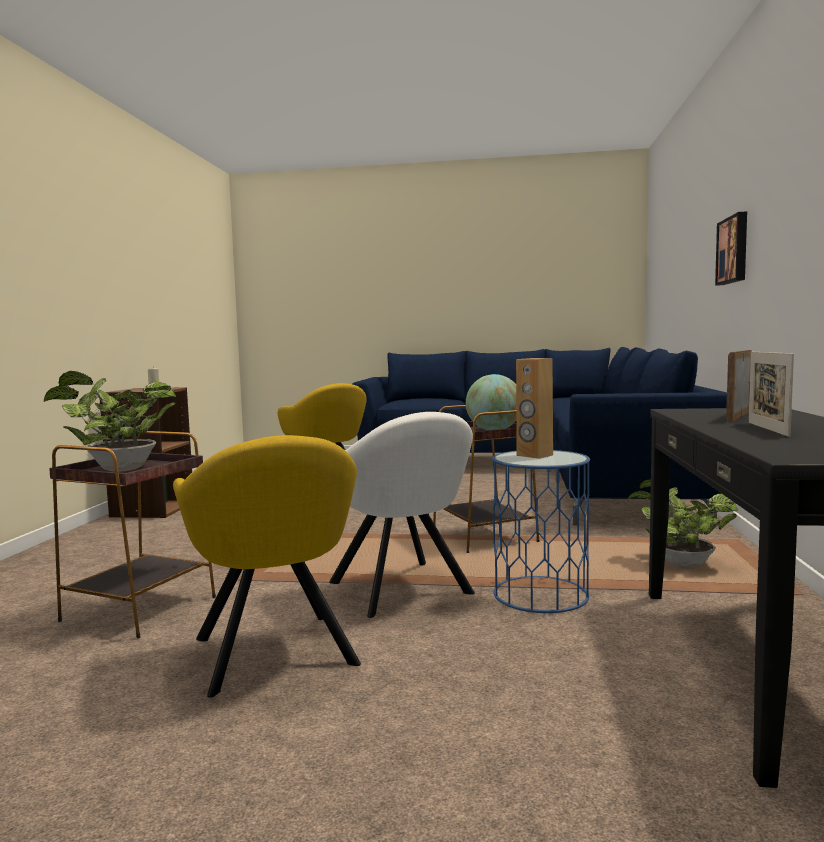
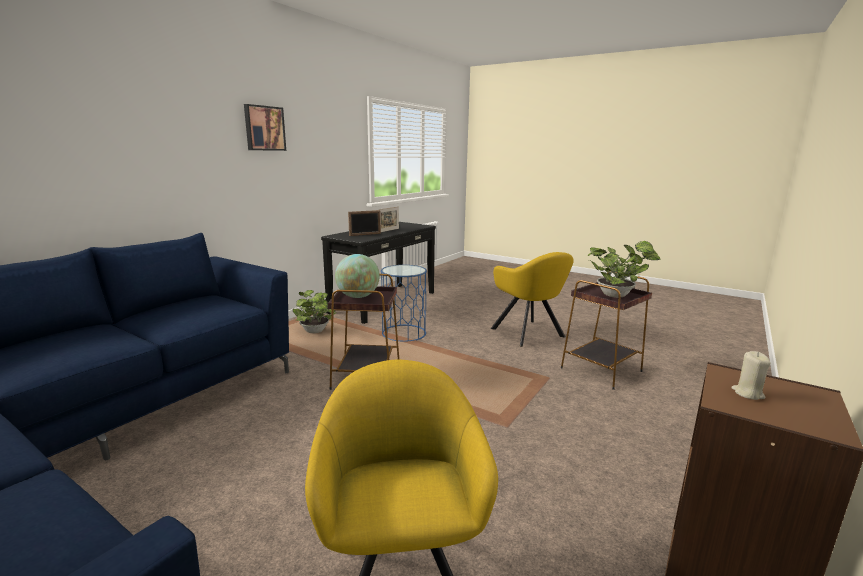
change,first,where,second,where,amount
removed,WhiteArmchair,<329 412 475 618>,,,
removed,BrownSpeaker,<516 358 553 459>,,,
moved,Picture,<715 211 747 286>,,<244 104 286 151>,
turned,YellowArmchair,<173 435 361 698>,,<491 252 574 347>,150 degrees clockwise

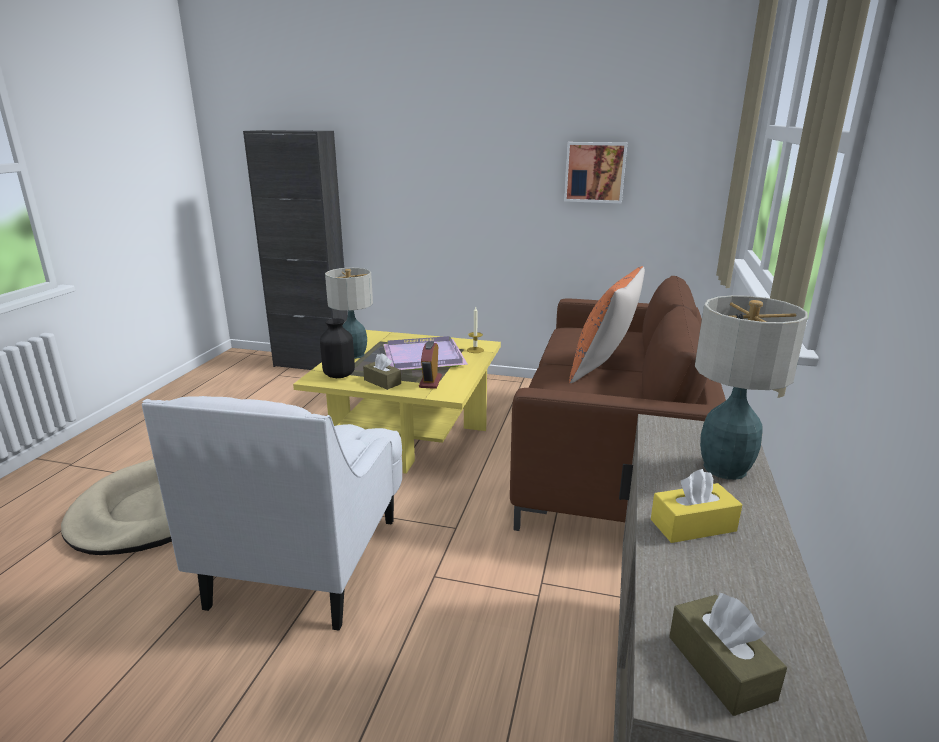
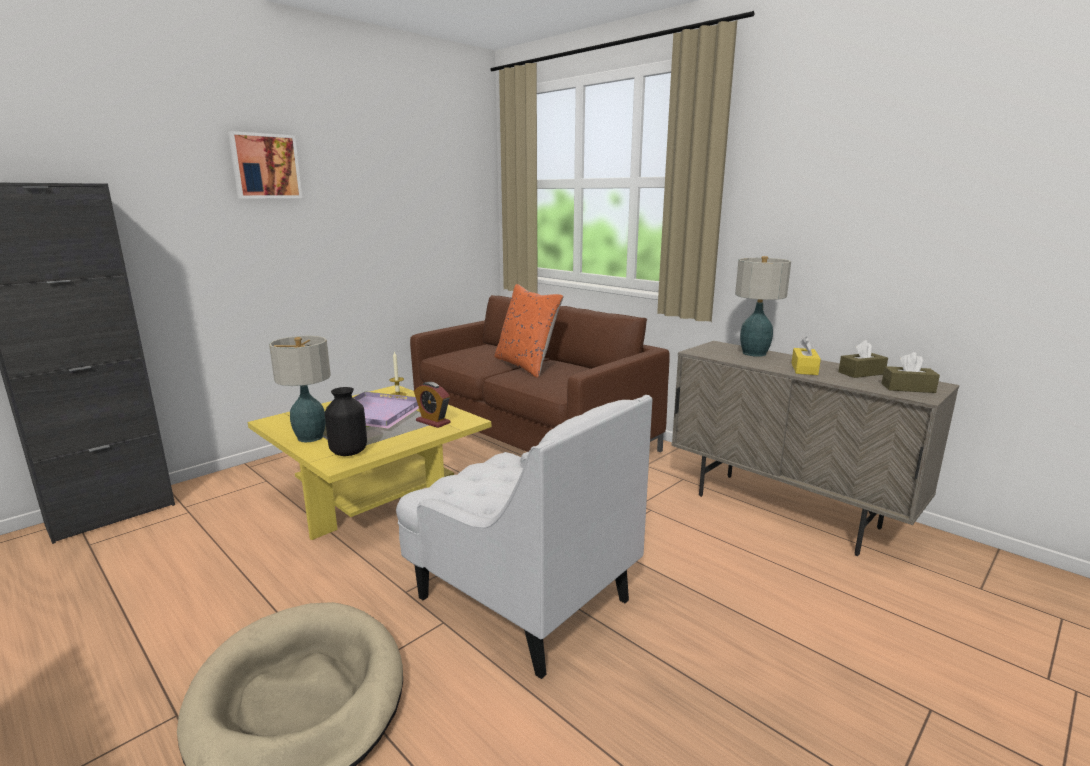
change,first,where,second,where,amount
moved,BrownTissueBox,<363 353 401 390>,,<839 340 888 378>,
moved,Picture,<564 142 627 203>,,<228 131 302 198>,

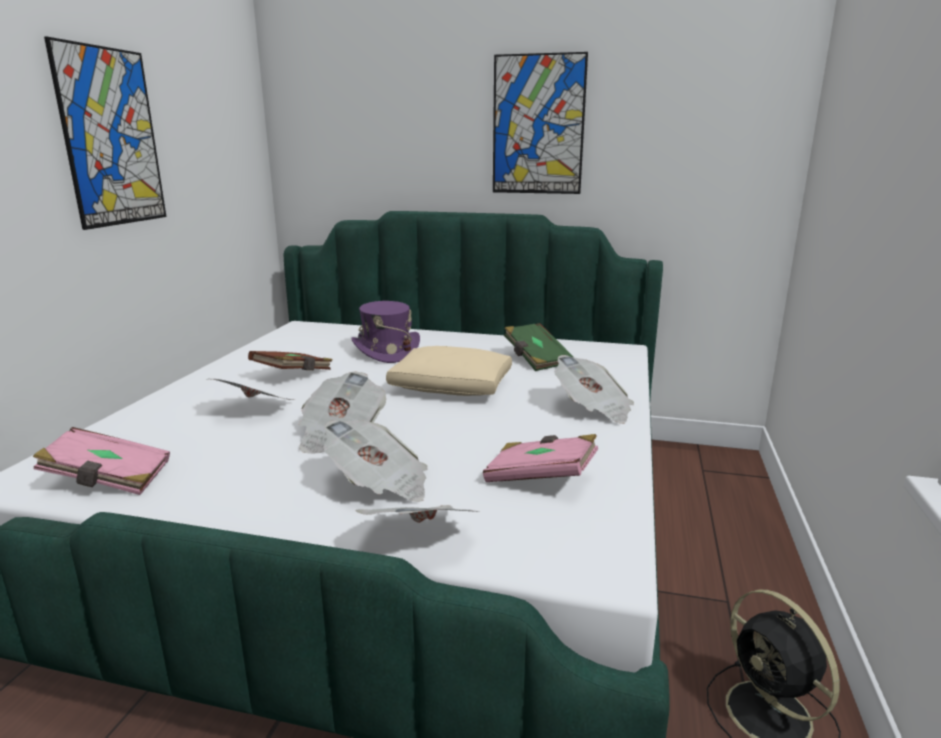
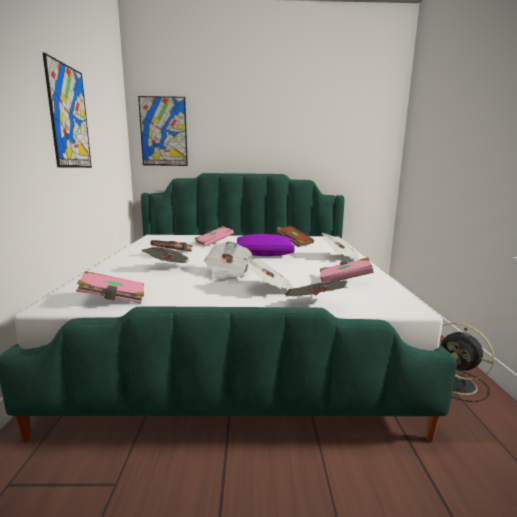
change,first,where,second,where,amount
moved,Picture,<493 52 588 194>,,<138 96 188 166>,
replaced,PurpleHat,<351 301 420 363>,PinkBook,<194 226 234 246>,
recoloured,BeigePillow,<386 346 512 396>,PurplePillow,<237 234 294 256>,
recoloured,GreenBook,<504 323 573 371>,BrownBook,<276 226 314 247>,

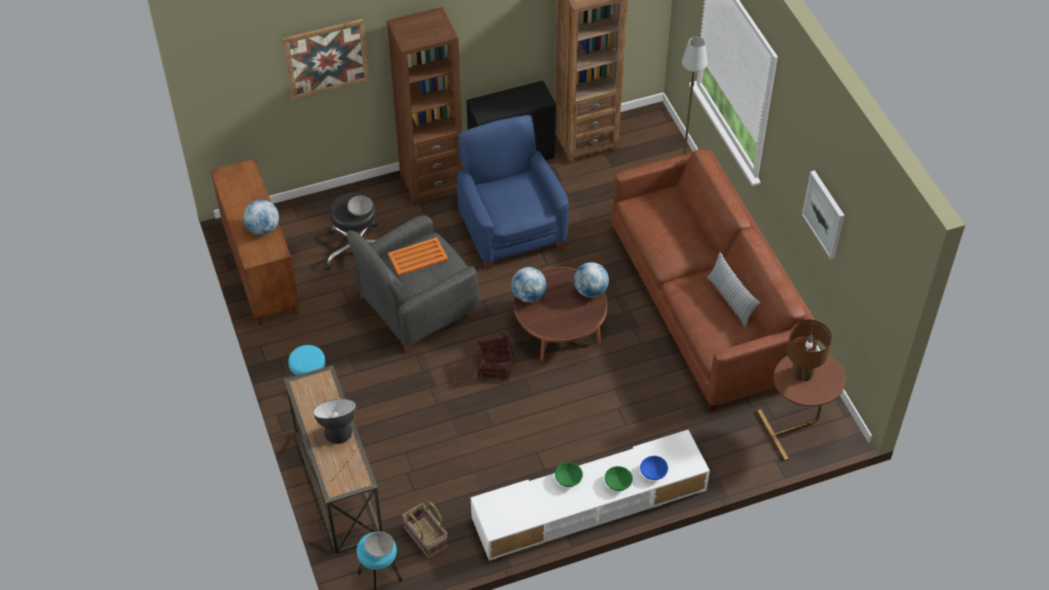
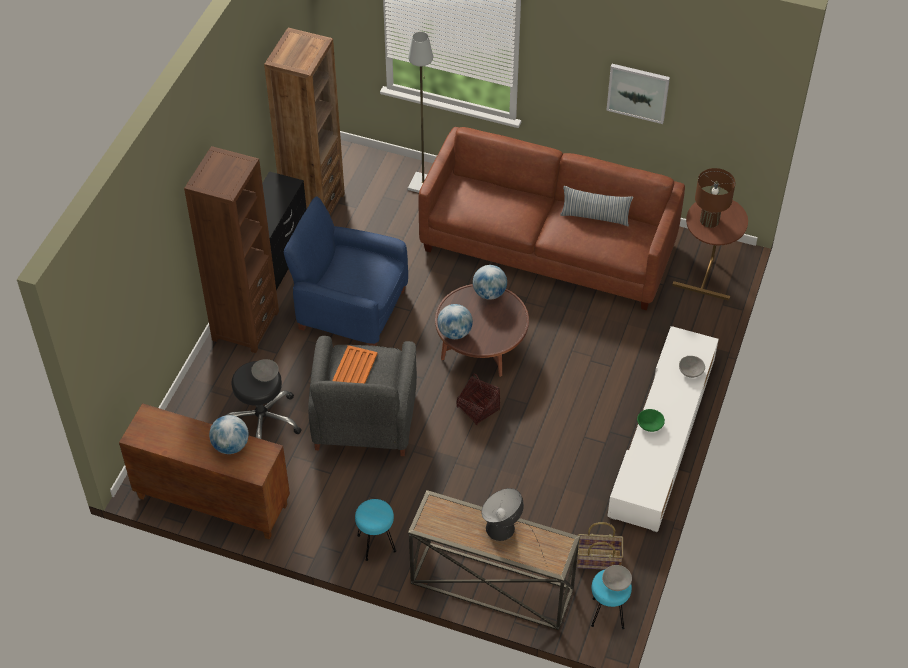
change,first,where,second,where,amount
removed,Picture,<283 19 370 100>,,,
removed,GreenBowl,<605 466 633 491>,,,
recoloured,BlueBowl,<640 456 668 480>,GreyBowl,<679 356 705 378>,

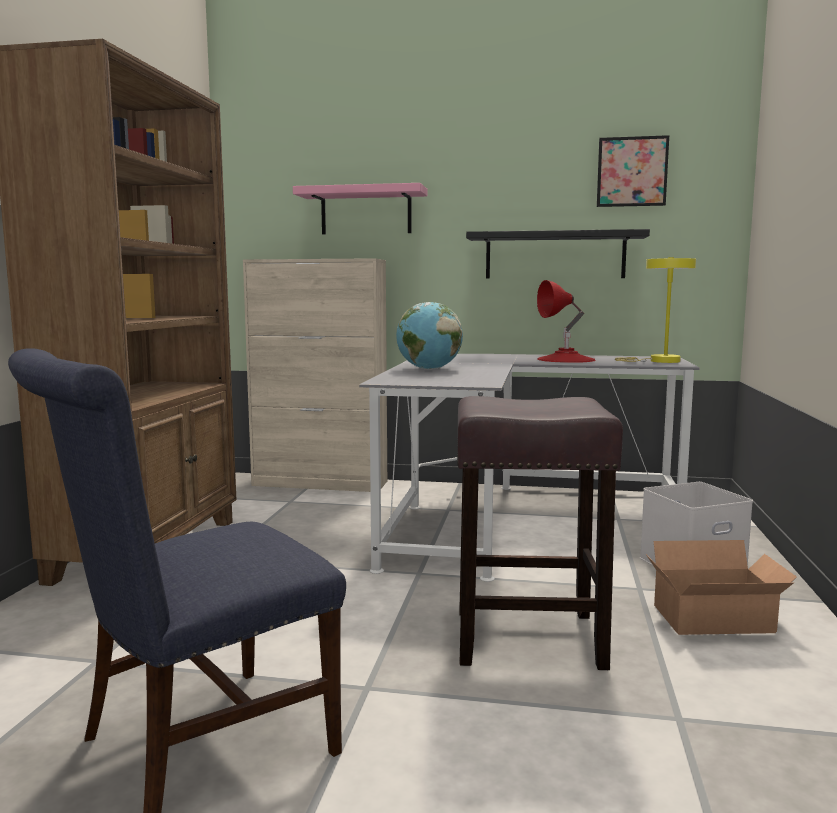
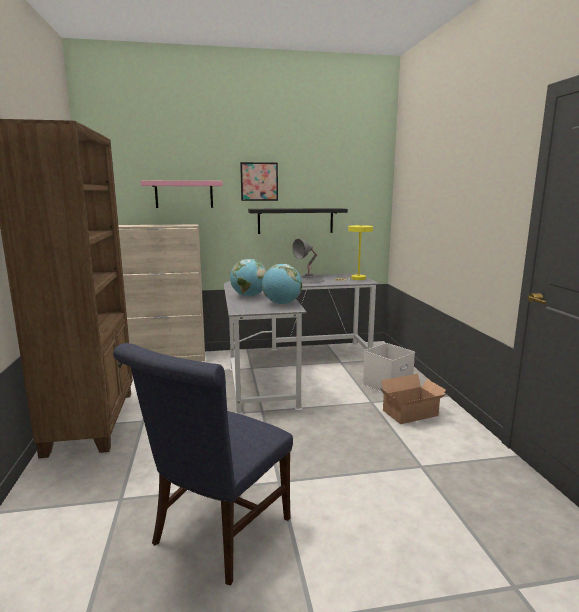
change,first,where,second,where,amount
removed,BrownStool,<457 396 623 670>,,,
added,,,Globe,<262 264 302 304>,
moved,Picture,<597 135 669 207>,,<240 162 278 201>,
recoloured,RedTableLamp,<537 280 596 363>,GreyTableLamp,<292 239 325 284>,

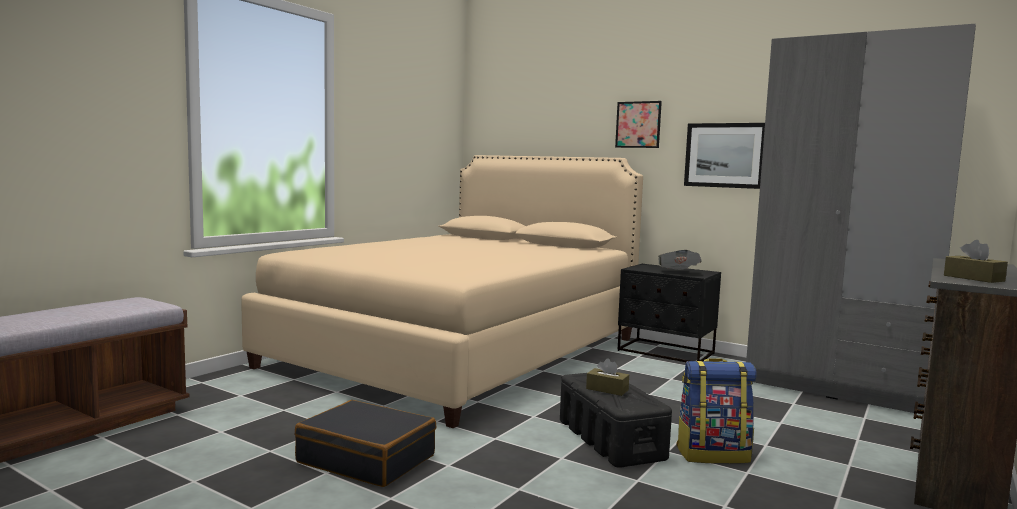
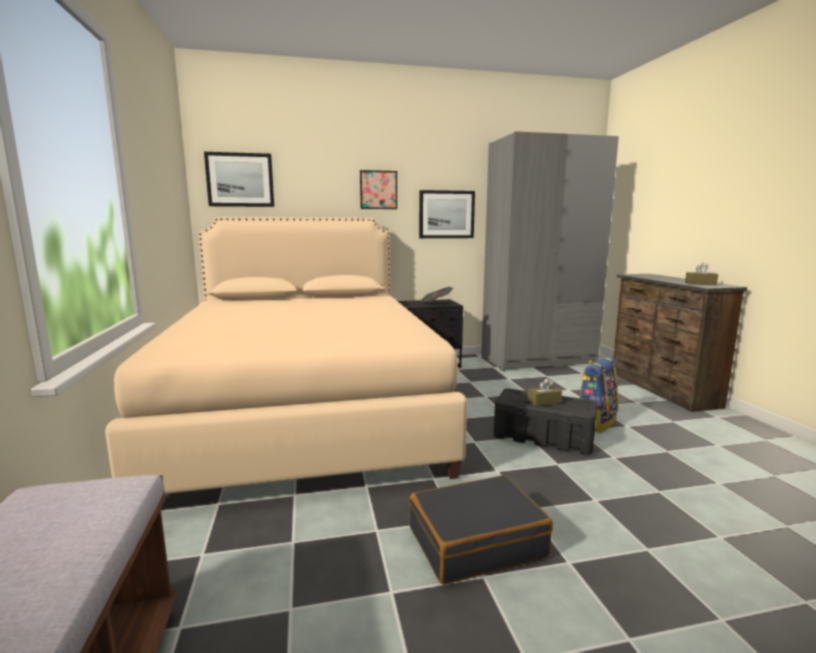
change,first,where,second,where,amount
added,,,Picture,<204 152 274 207>,

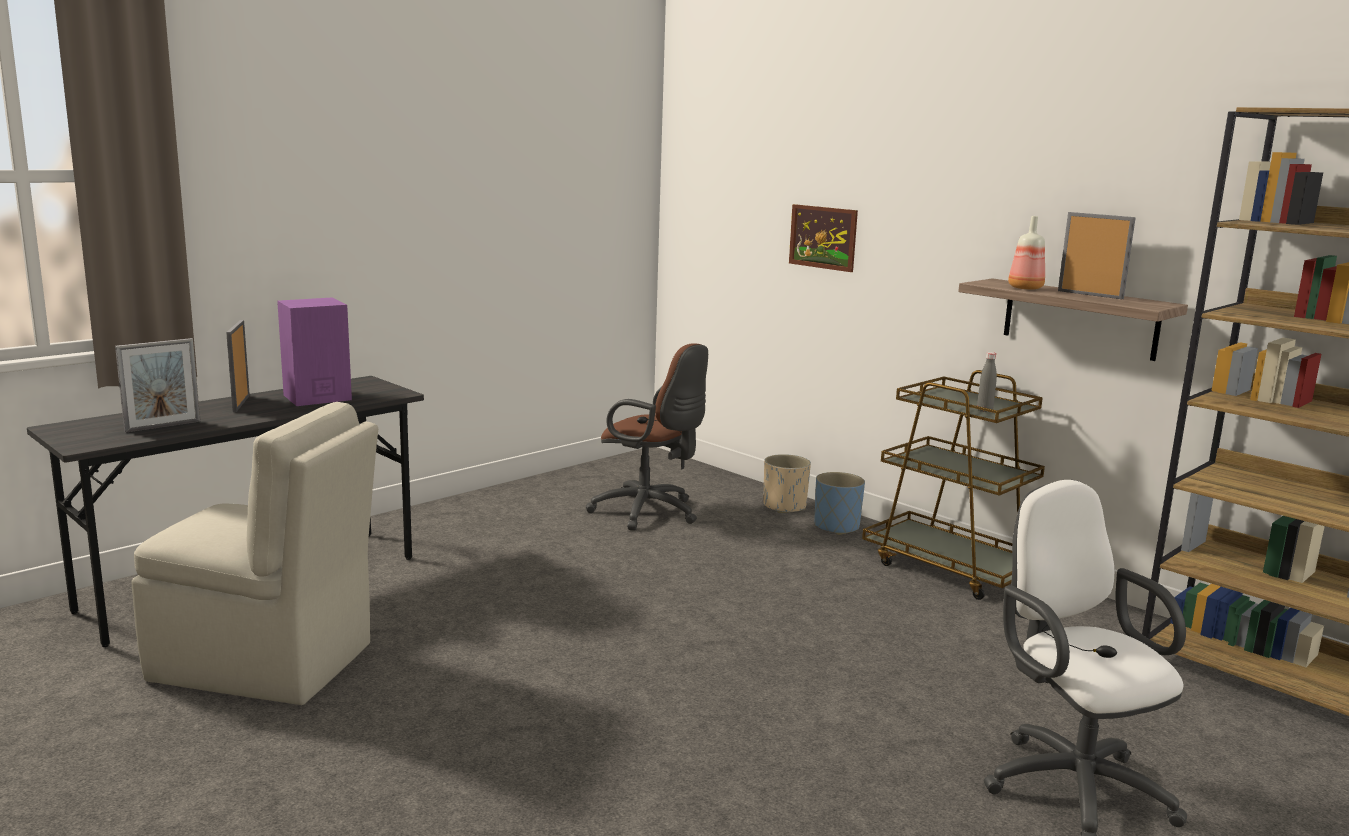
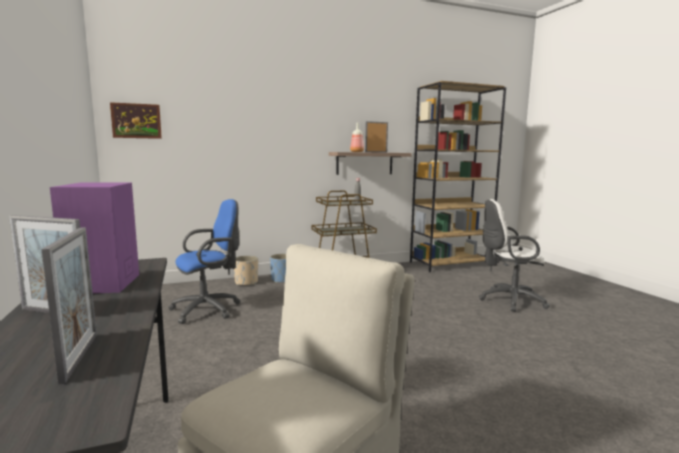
change,first,where,second,where,amount
moved,Picture,<789 204 858 272>,,<110 102 162 139>,
recoloured,BrownOfficeChair,<586 343 708 531>,BlueOfficeChair,<168 199 240 324>,

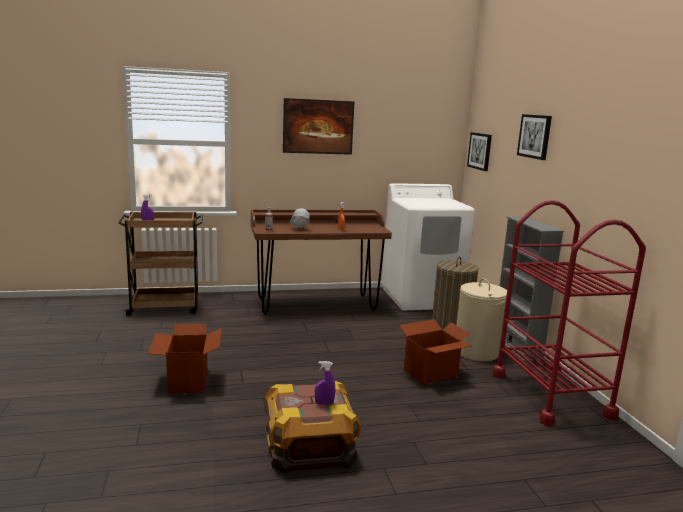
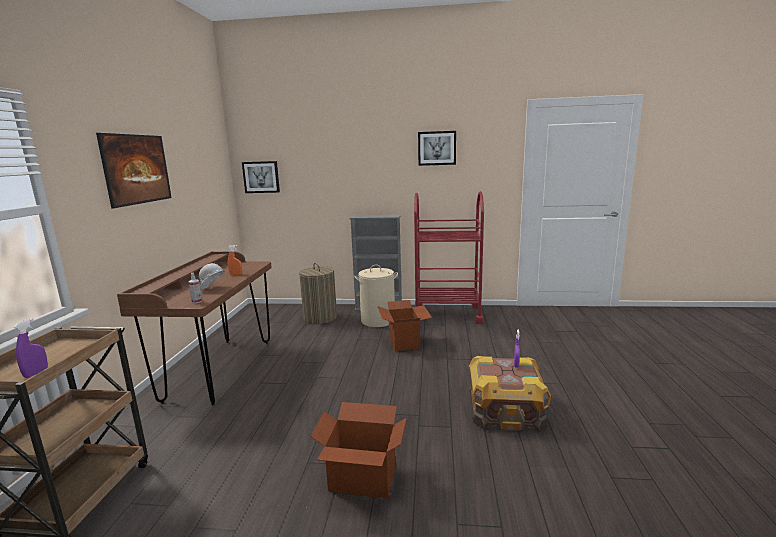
change,first,where,second,where,amount
removed,WhiteWashingMachine,<381 183 475 311>,,,
moved,Picture,<517 114 552 160>,,<418 131 456 166>,

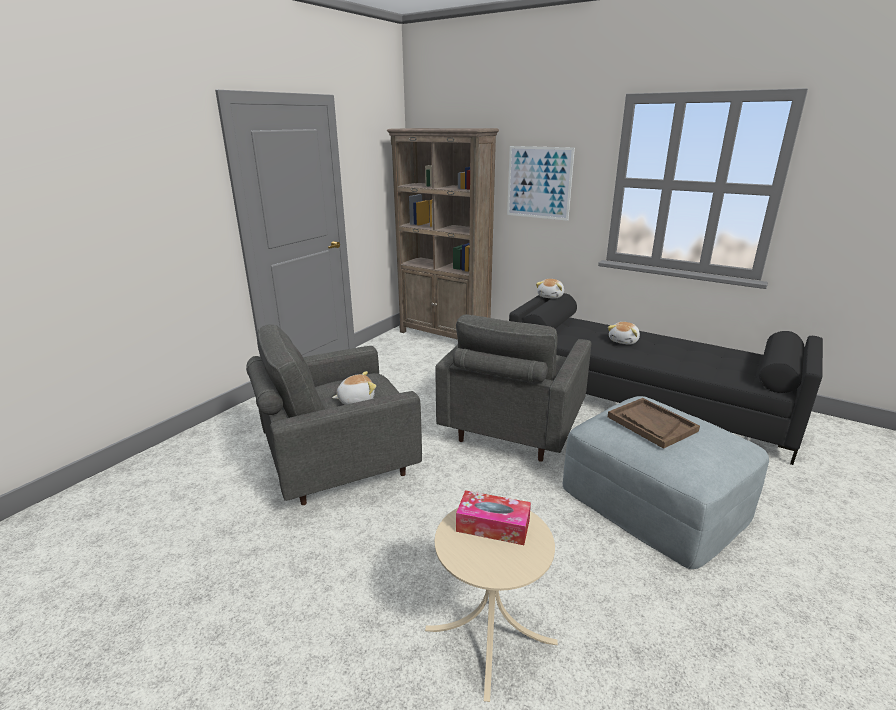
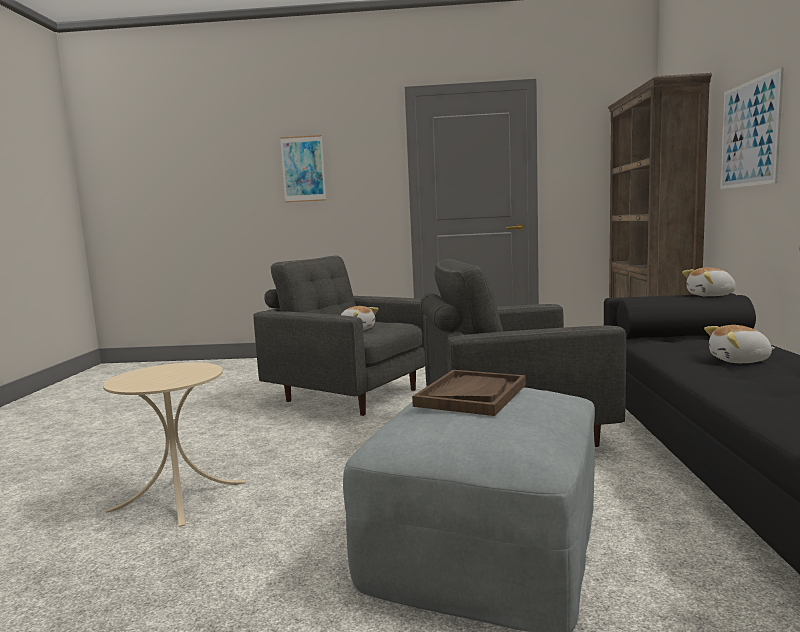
change,first,where,second,where,amount
removed,TissueBox,<456 490 531 545>,,,
added,,,Picture,<280 135 326 203>,

